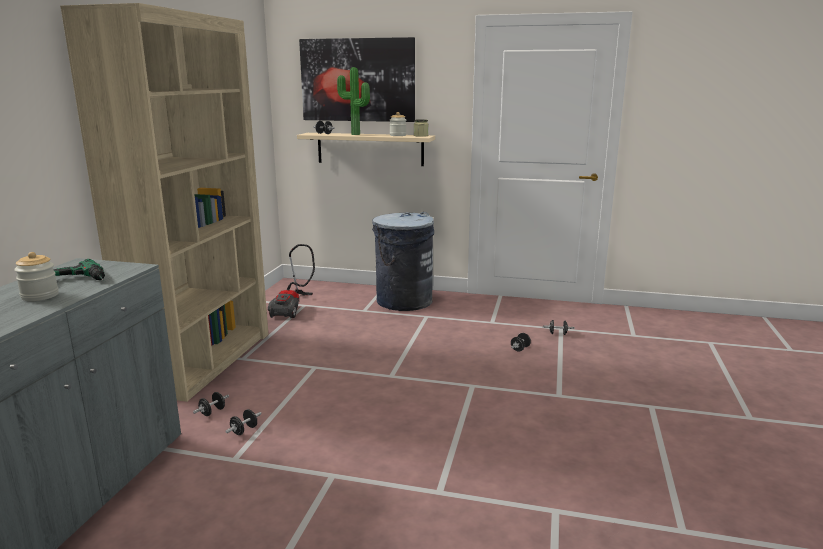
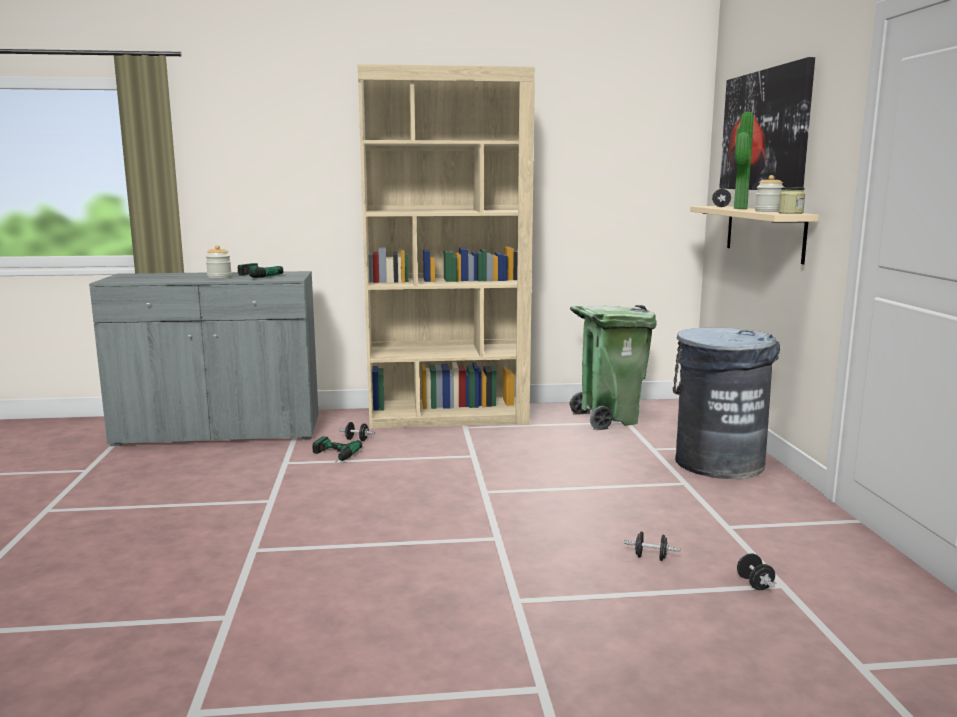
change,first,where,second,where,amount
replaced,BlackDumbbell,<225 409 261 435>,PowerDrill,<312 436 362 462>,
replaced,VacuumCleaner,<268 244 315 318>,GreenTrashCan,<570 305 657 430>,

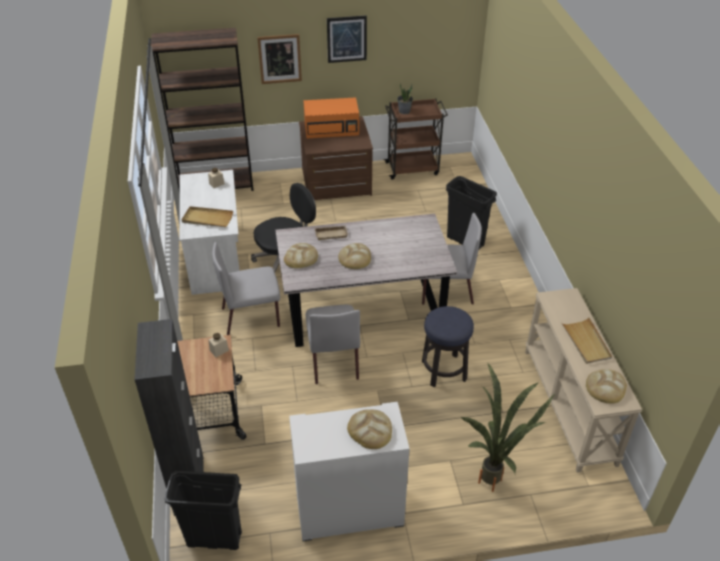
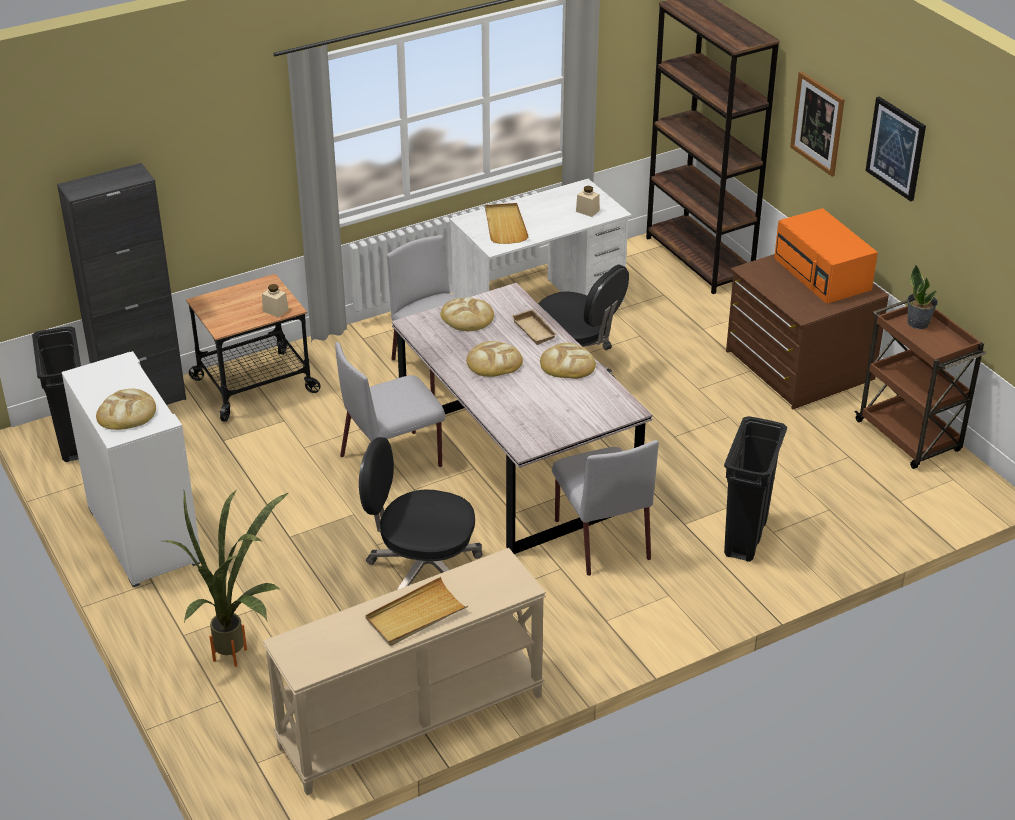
change,first,where,second,where,amount
moved,Bread,<586 369 627 404>,,<540 343 596 379>,
replaced,Stool,<422 306 474 387>,BlackOfficeChair,<359 437 482 590>,

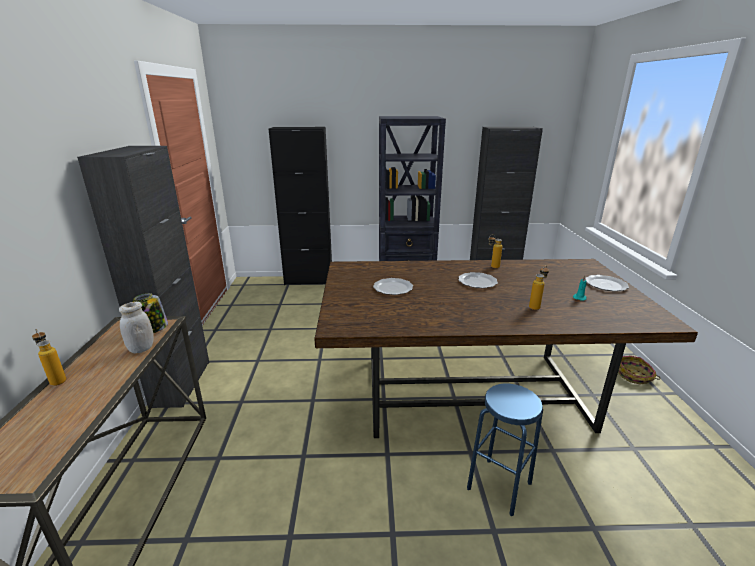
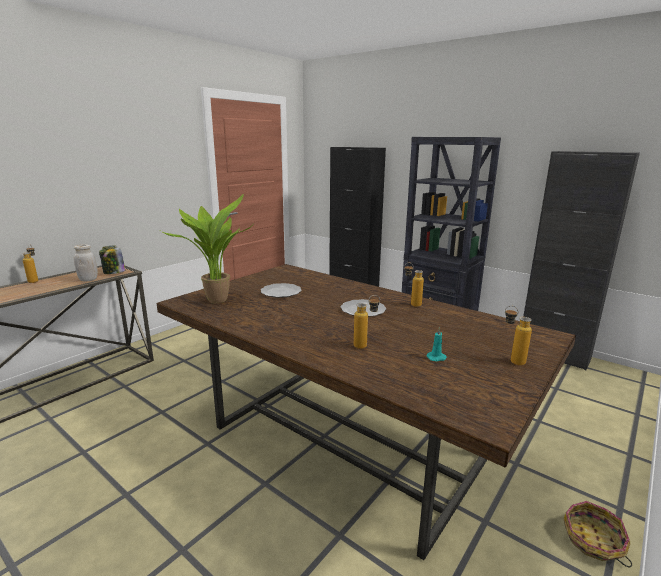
change,first,where,second,where,amount
removed,BlackCabinet,<77 146 209 408>,,,
removed,BlueStool,<467 384 543 516>,,,
added,,,PottedPlant,<161 194 253 304>,
replaced,Plate,<585 275 629 291>,Bottle,<505 306 532 366>,

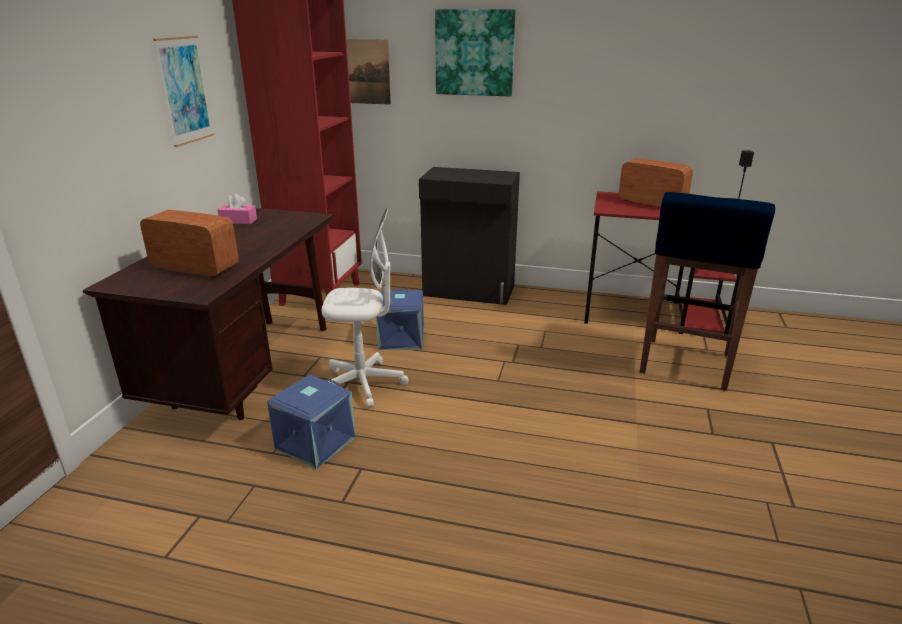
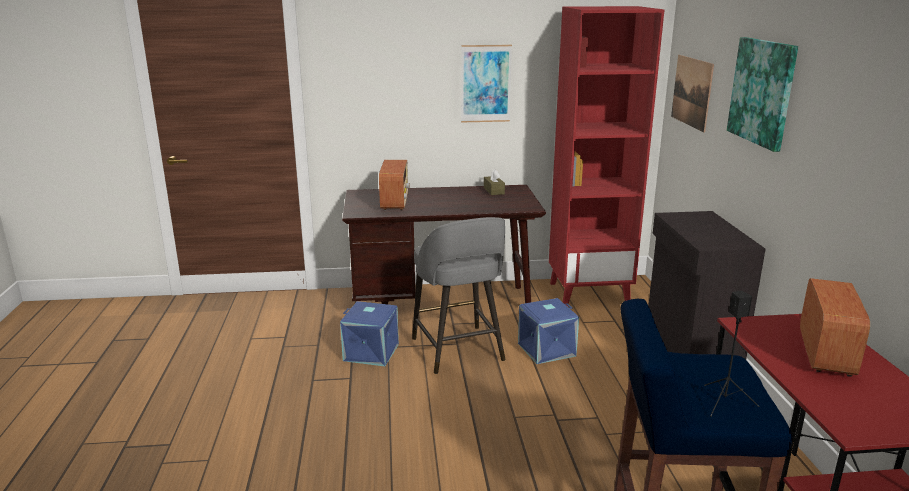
change,first,where,second,where,amount
replaced,WhiteOfficeChair,<322 208 408 408>,GreyStool,<412 217 505 374>,
recoloured,PinkTissueBox,<217 194 257 224>,BrownTissueBox,<484 169 505 195>,

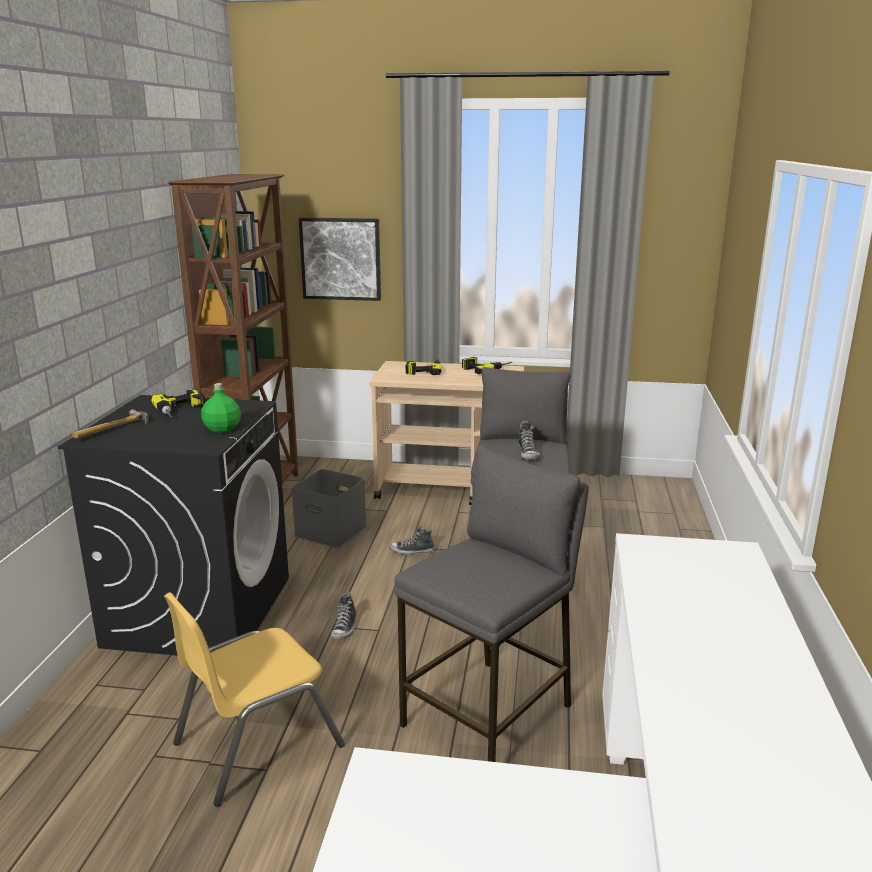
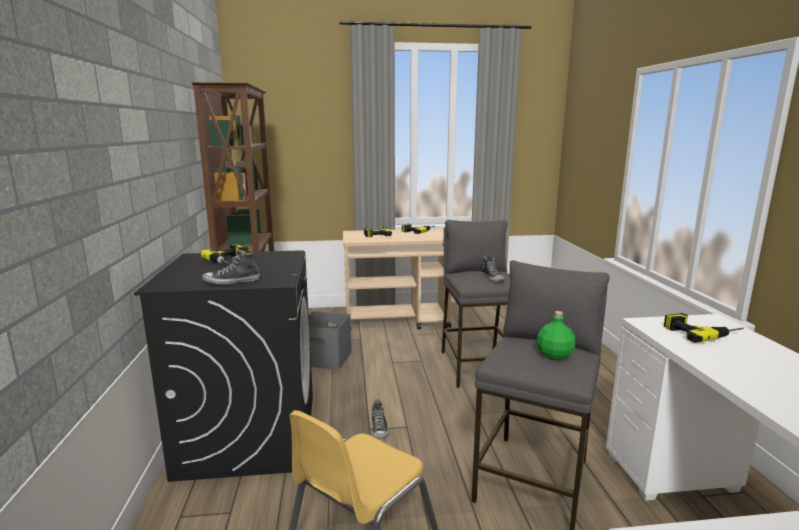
change,first,where,second,where,amount
removed,Hammer,<72 409 148 438>,,,
removed,Picture,<299 218 381 301>,,,
added,,,PowerDrill,<664 313 744 343>,
moved,GreenBottle,<201 383 241 433>,,<536 311 576 360>,
moved,Shoe,<389 526 435 555>,,<202 249 260 285>,

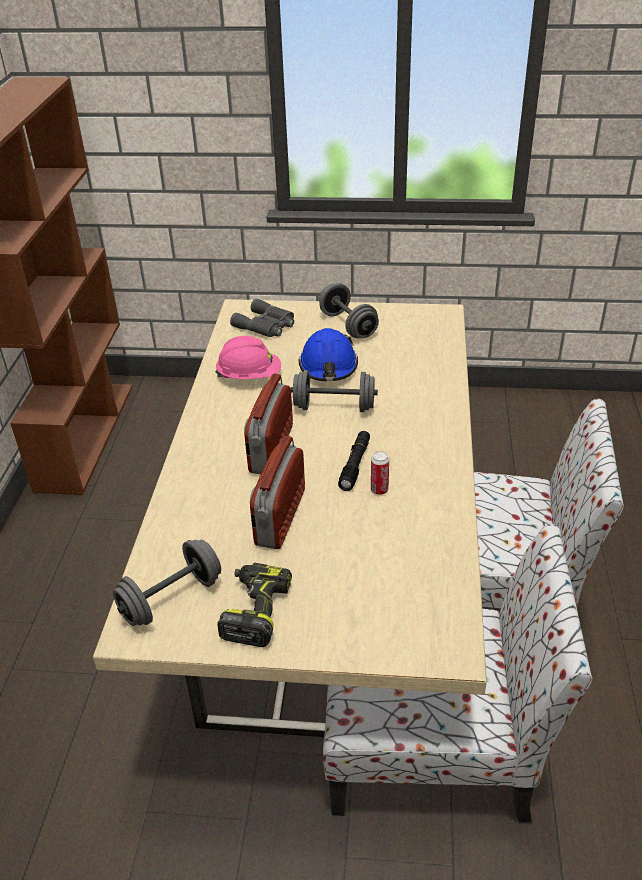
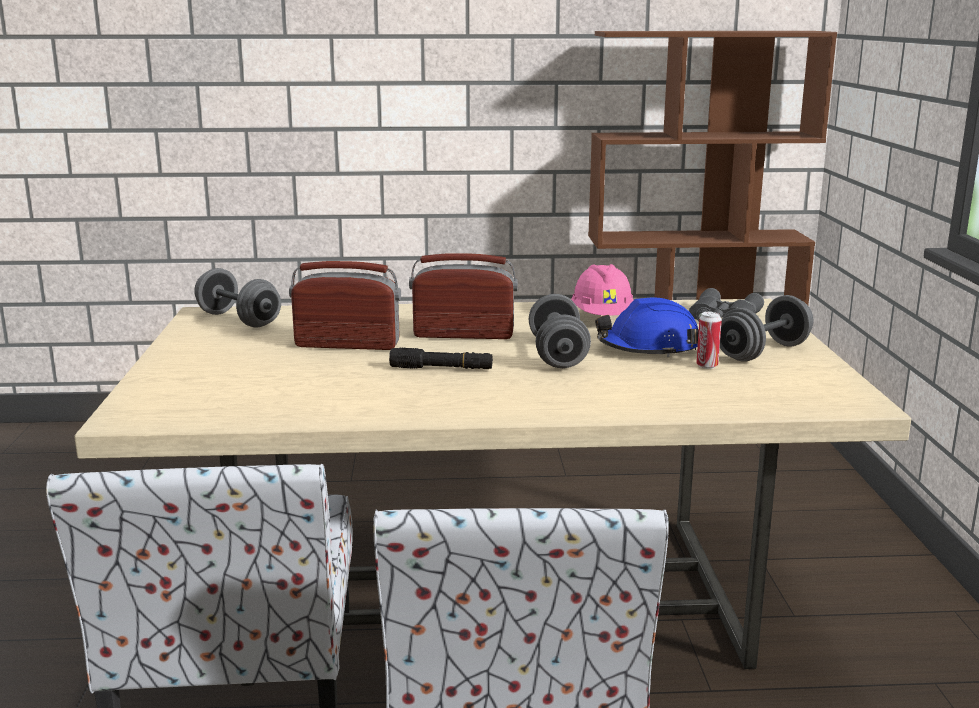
change,first,where,second,where,amount
removed,PowerDrill,<217 562 292 647>,,,
moved,Can,<371 451 389 495>,,<696 312 722 369>,

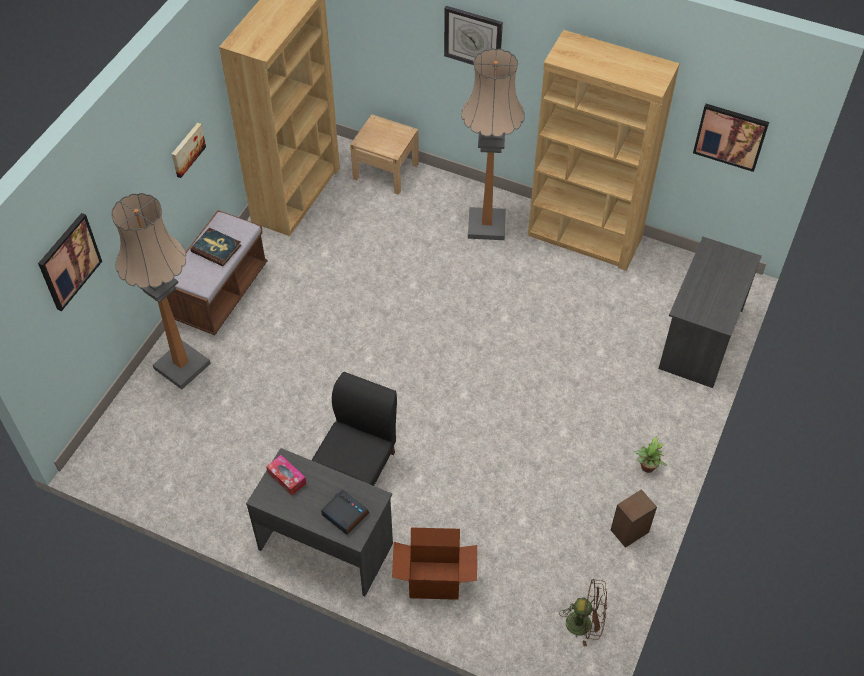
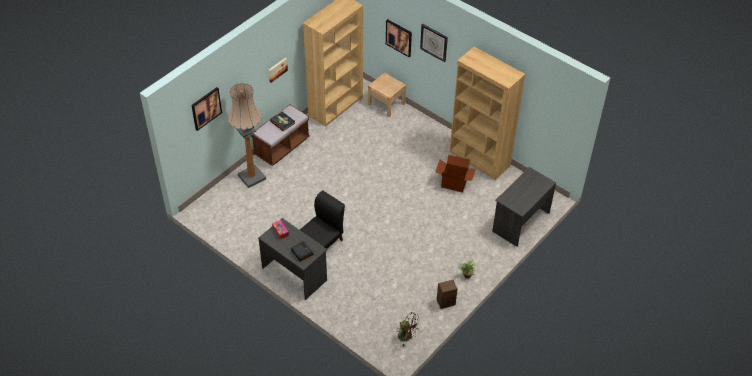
change,first,where,second,where,amount
removed,FloorLamp,<461 48 524 240>,,,
moved,CardboardBox,<392 528 477 600>,,<435 155 476 192>,
moved,Picture,<693 104 769 172>,,<386 19 412 57>,

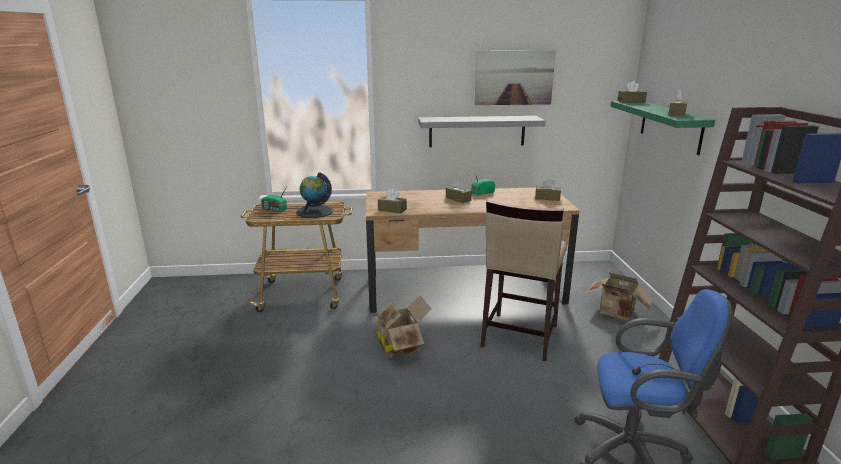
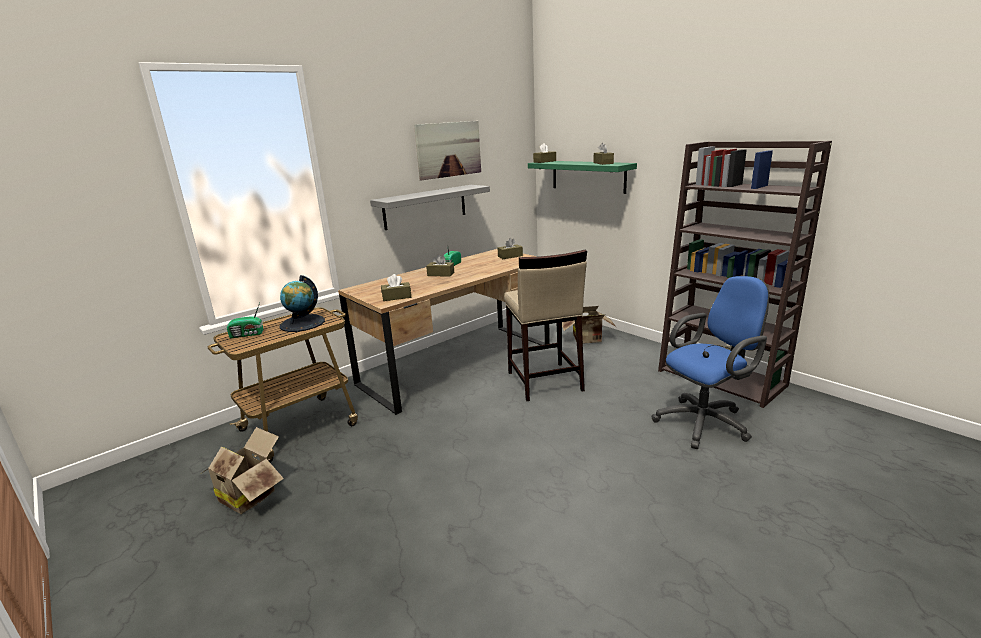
change,first,where,second,where,amount
moved,CardboardBox,<374 296 432 358>,,<199 427 284 514>,

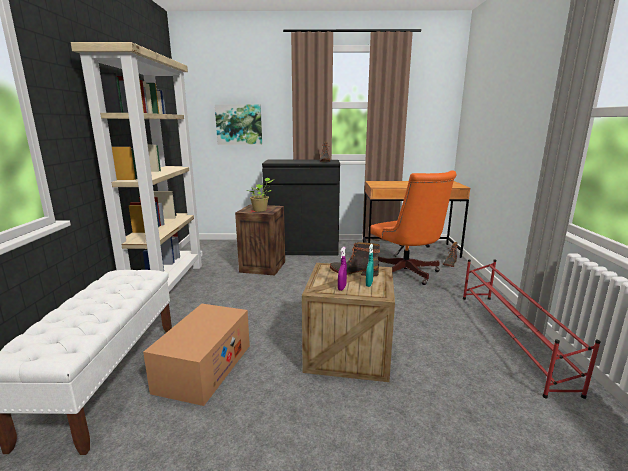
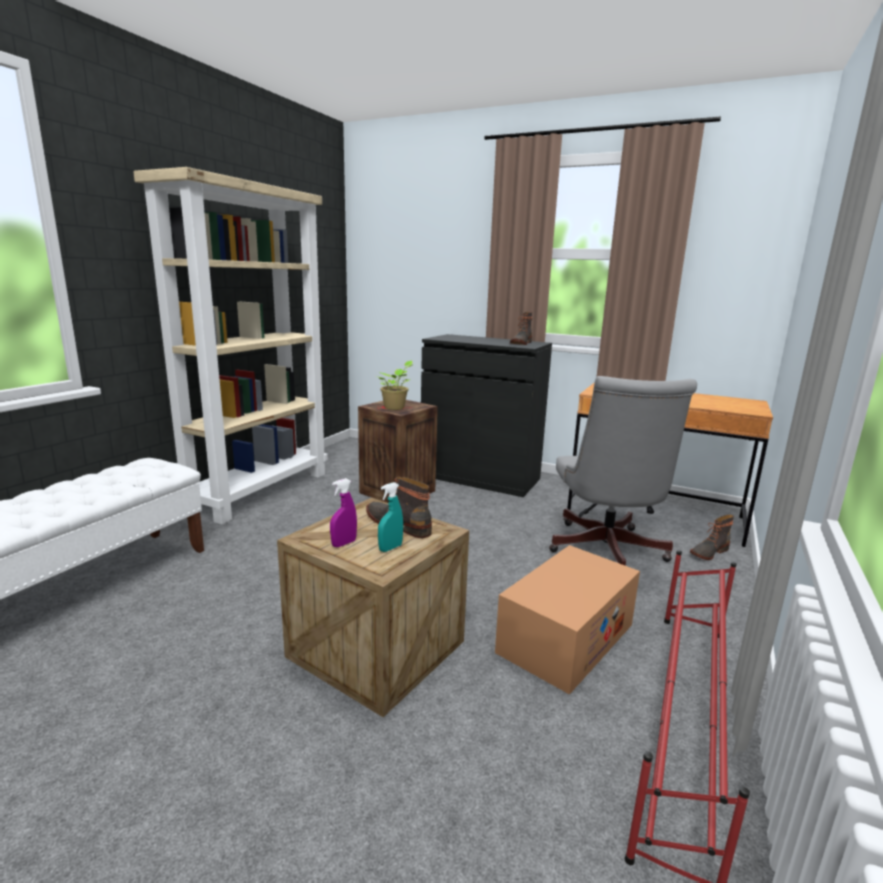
change,first,where,second,where,amount
removed,Picture,<215 104 262 145>,,,
moved,CardboardBox,<143 304 250 406>,,<495 545 640 695>,
recoloured,OrangeOfficeChair,<370 171 457 285>,GreyOfficeChair,<549 376 697 566>,

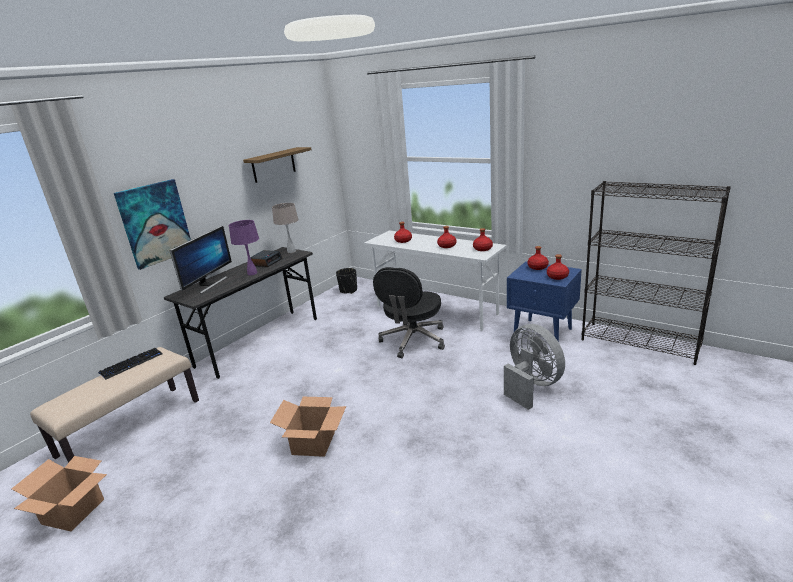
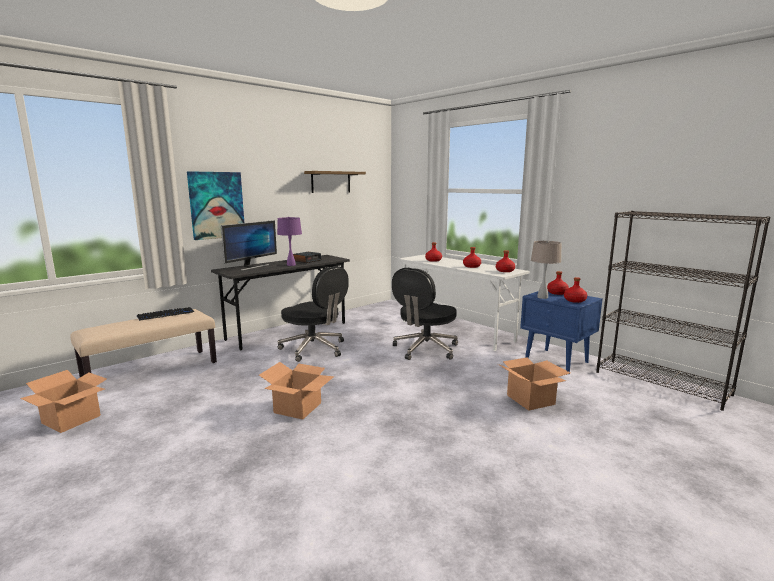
change,first,where,second,where,amount
removed,BlackPlanter,<336 268 357 294>,,,
added,,,BlackOfficeChair,<278 266 349 362>,
moved,BeigeTableLamp,<272 203 299 253>,,<531 241 561 299>,
replaced,GreyFan,<504 324 565 410>,CardboardBox,<498 357 570 411>,

